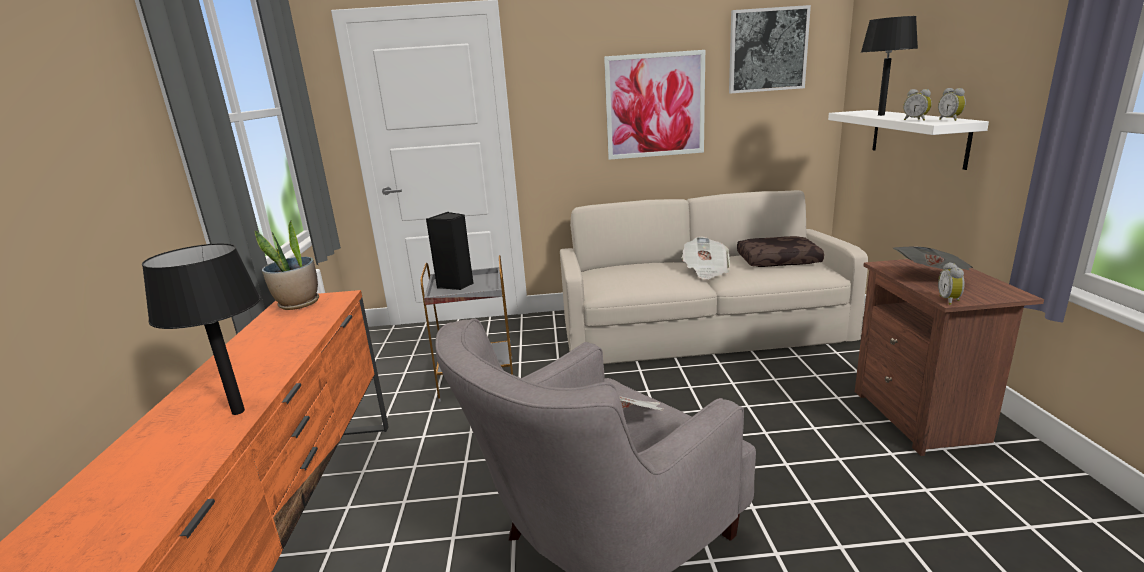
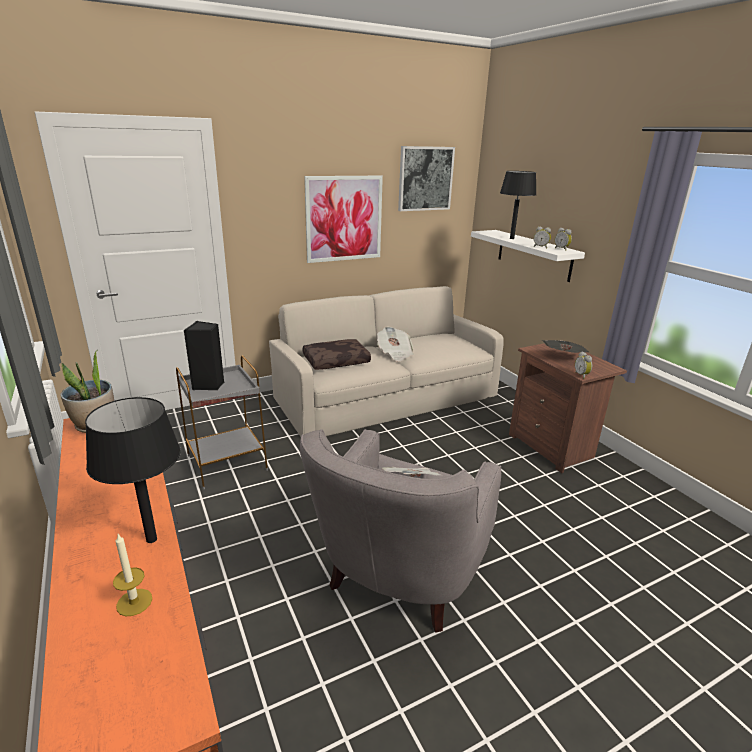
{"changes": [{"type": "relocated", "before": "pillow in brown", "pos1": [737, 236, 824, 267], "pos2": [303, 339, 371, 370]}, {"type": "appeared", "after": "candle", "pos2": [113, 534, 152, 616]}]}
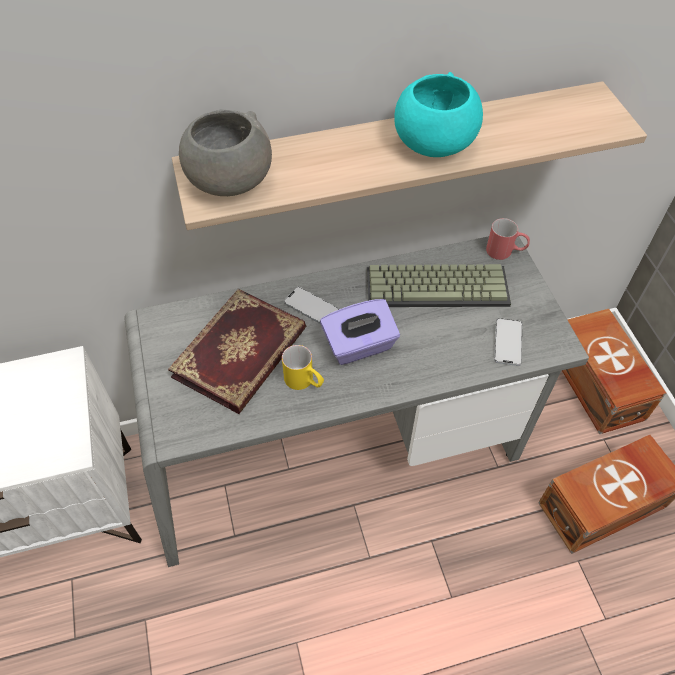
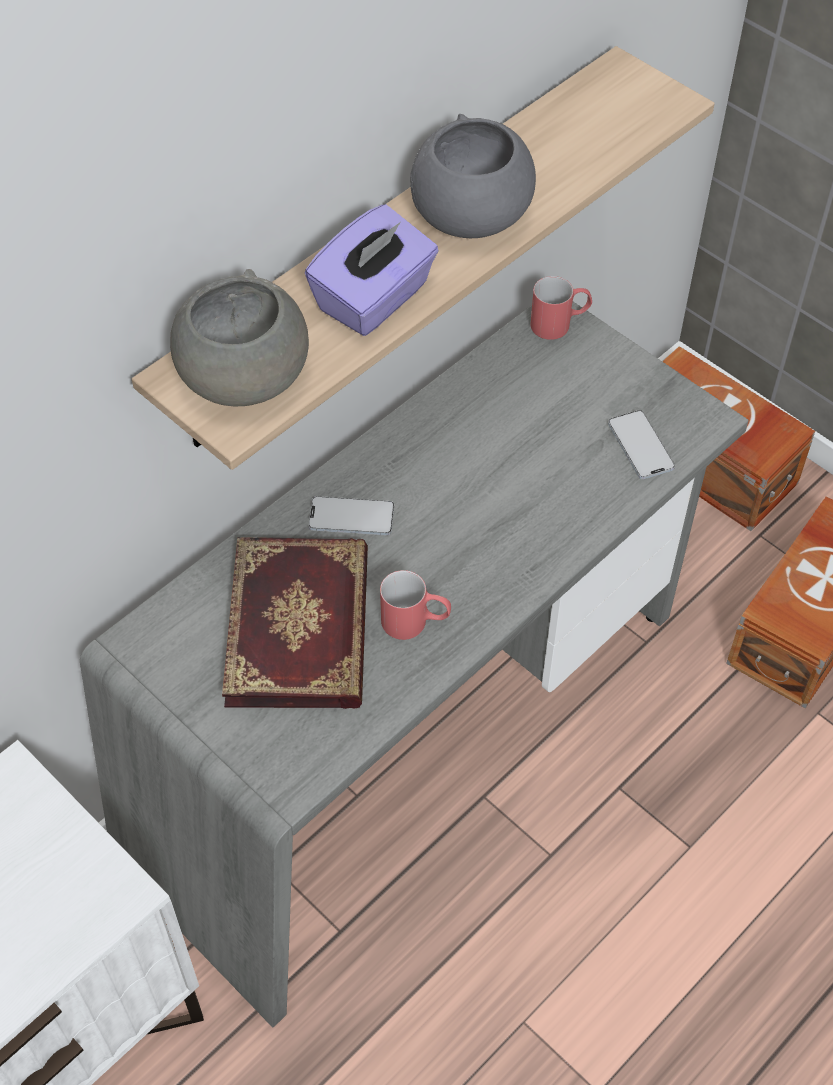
{"changes": [{"type": "colour", "before": "bowl in turquoise", "after": "bowl in grey", "pos1": [394, 72, 483, 157], "pos2": [410, 114, 536, 238]}, {"type": "missing", "before": "keyboard", "pos1": [367, 264, 511, 307]}, {"type": "relocated", "before": "tissue box in purple", "pos1": [320, 299, 400, 365], "pos2": [305, 204, 439, 336]}, {"type": "colour", "before": "mug in yellow", "after": "mug in red", "pos1": [282, 345, 324, 390], "pos2": [380, 570, 451, 640]}]}
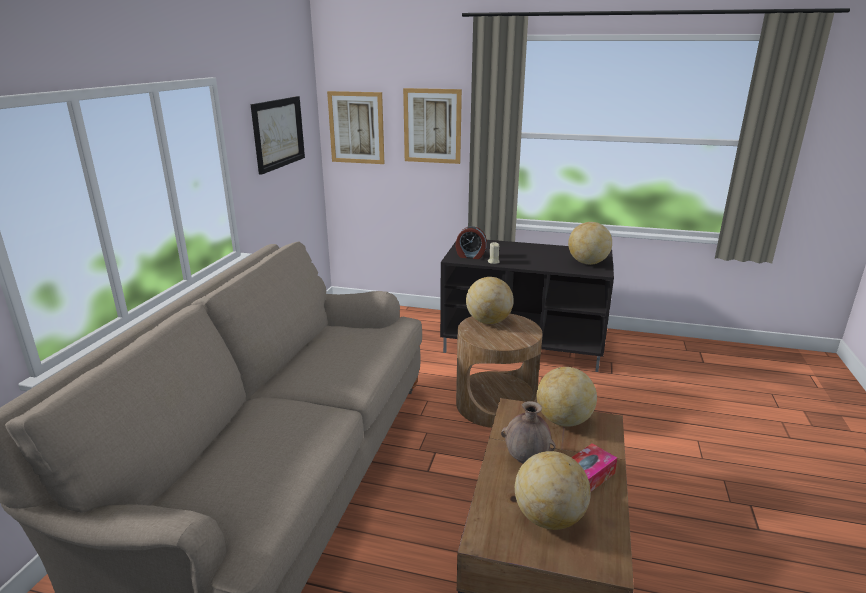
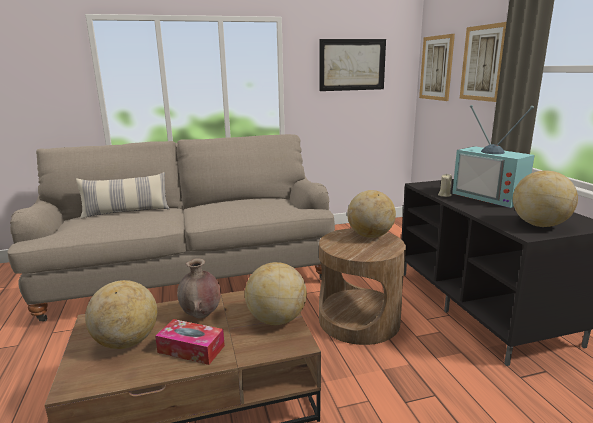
{"changes": [{"type": "missing", "before": "alarm clock", "pos1": [456, 226, 487, 259]}, {"type": "appeared", "after": "television", "pos2": [452, 105, 535, 208]}, {"type": "appeared", "after": "pillow", "pos2": [76, 172, 169, 219]}]}
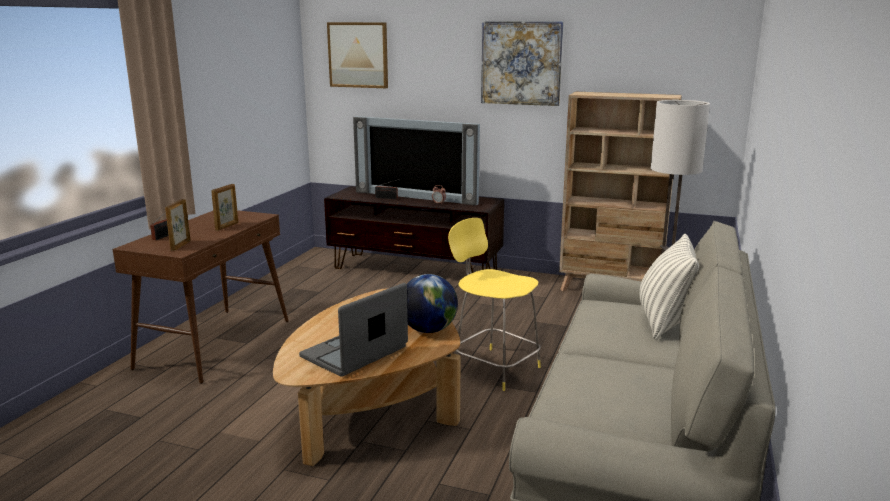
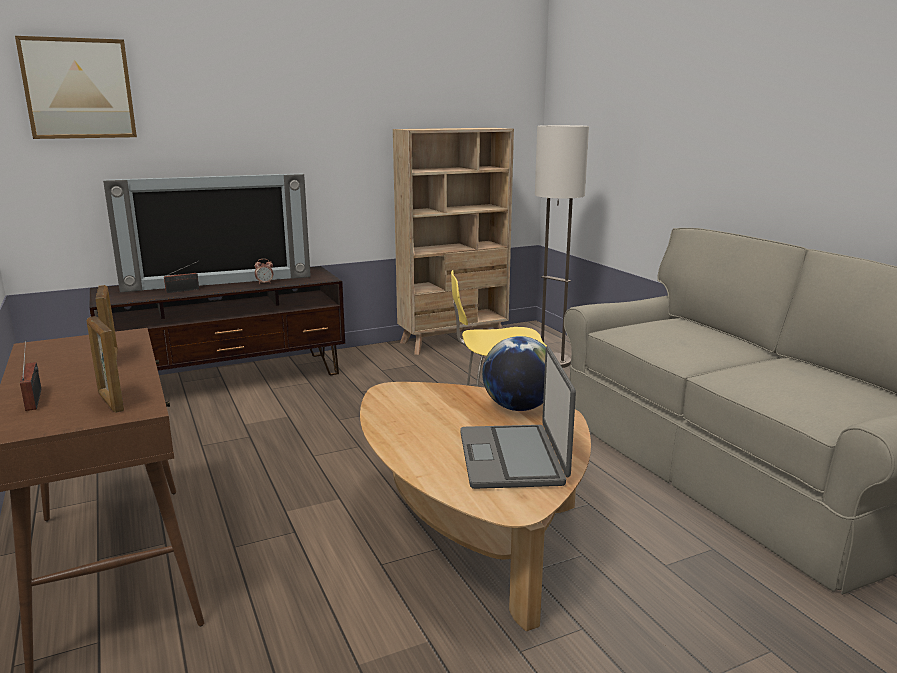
{"changes": [{"type": "missing", "before": "picture", "pos1": [481, 21, 564, 106]}, {"type": "missing", "before": "pillow", "pos1": [639, 234, 699, 340]}]}
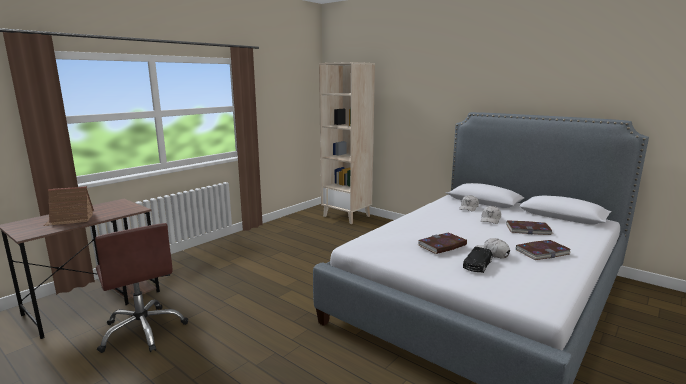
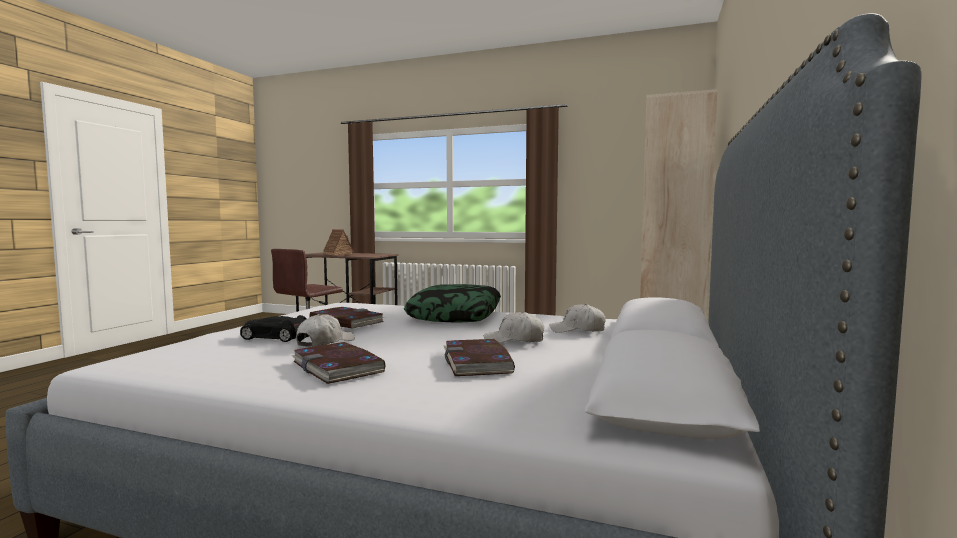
{"changes": [{"type": "appeared", "after": "pillow", "pos2": [404, 284, 501, 323]}]}
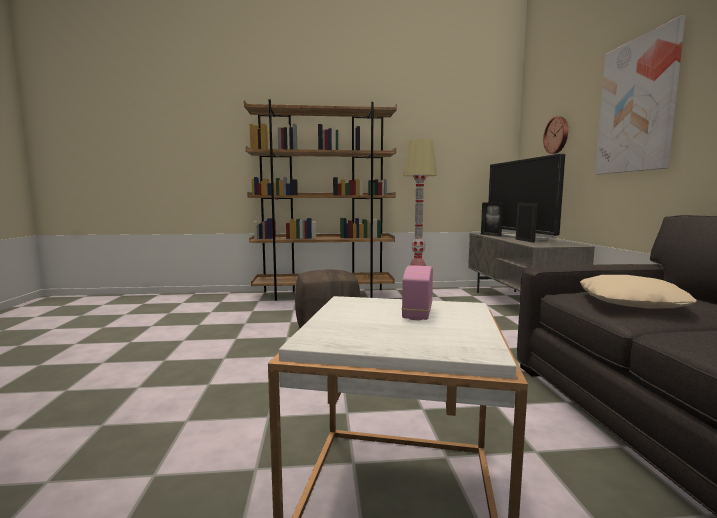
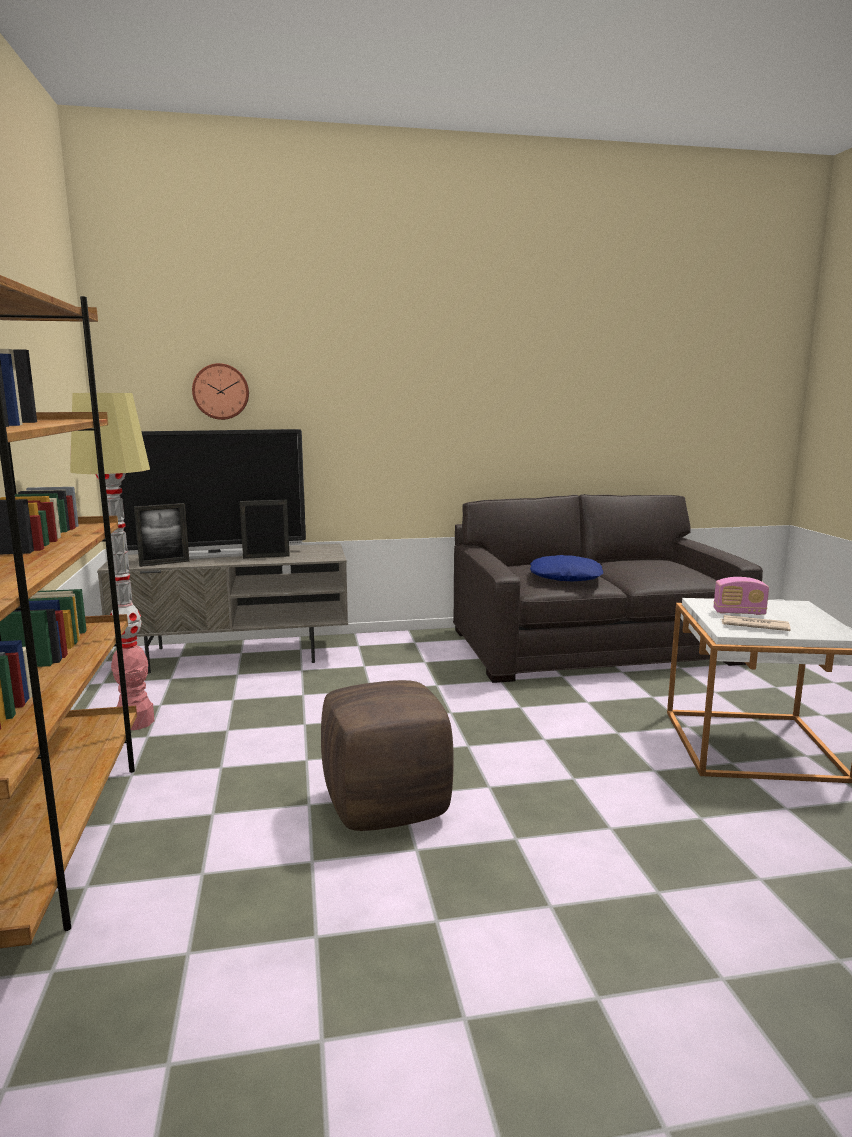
{"changes": [{"type": "missing", "before": "picture", "pos1": [595, 16, 685, 175]}, {"type": "colour", "before": "pillow in beige", "after": "pillow in blue", "pos1": [580, 275, 696, 309], "pos2": [530, 555, 603, 582]}, {"type": "appeared", "after": "newspaper", "pos2": [721, 615, 791, 631]}]}
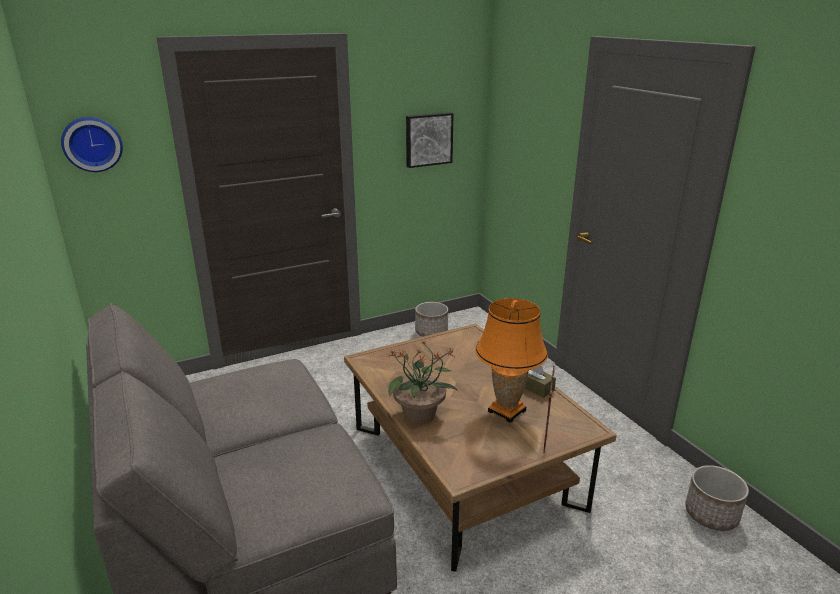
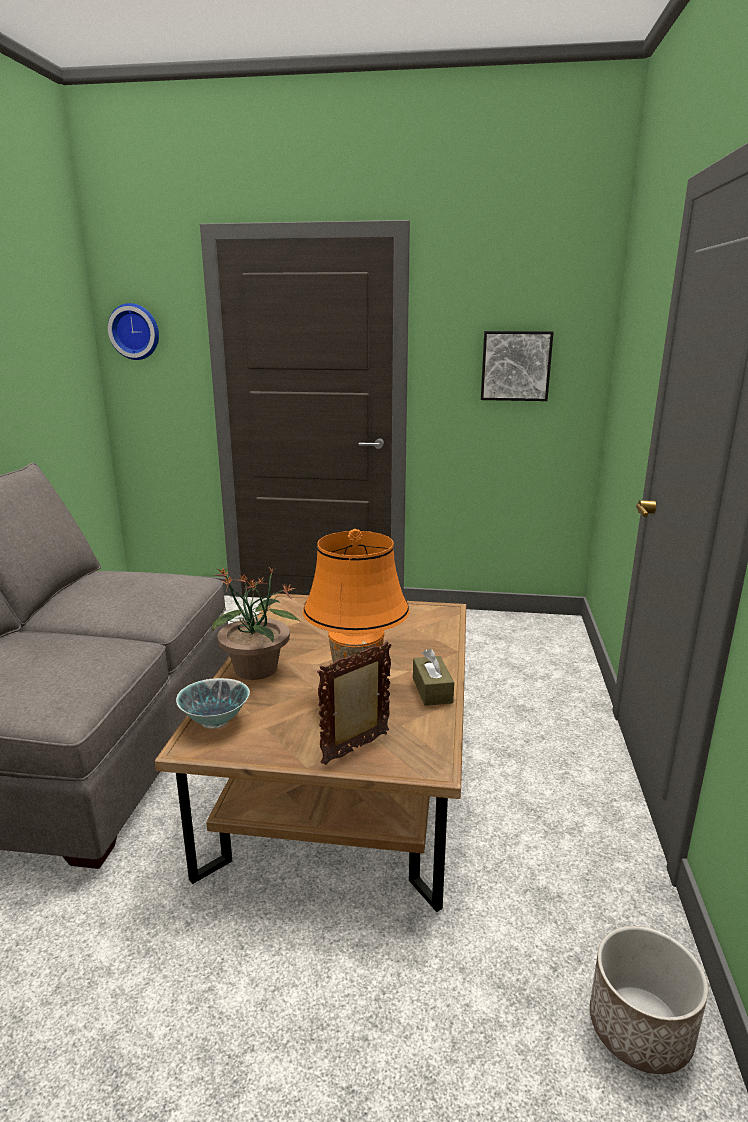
{"changes": [{"type": "missing", "before": "planter", "pos1": [415, 302, 448, 337]}, {"type": "appeared", "after": "bowl", "pos2": [176, 678, 250, 729]}]}
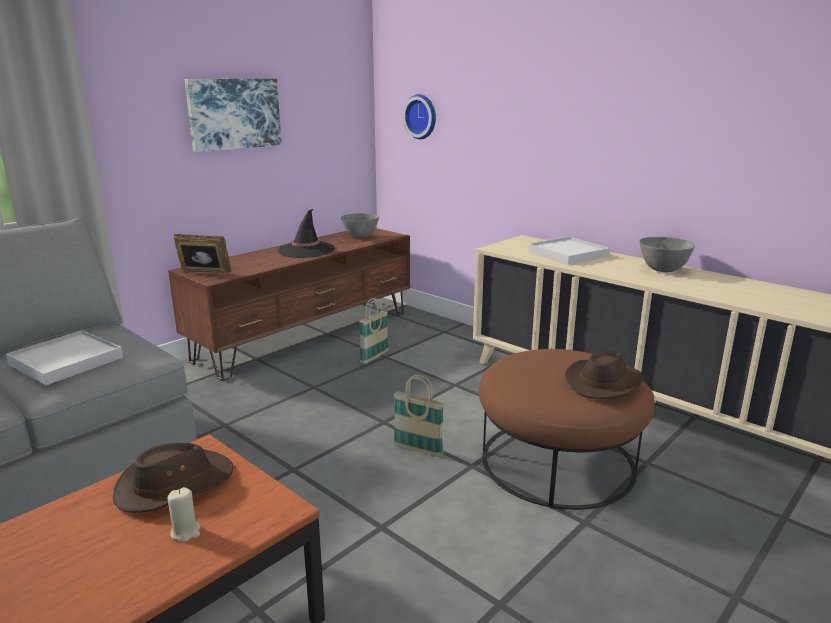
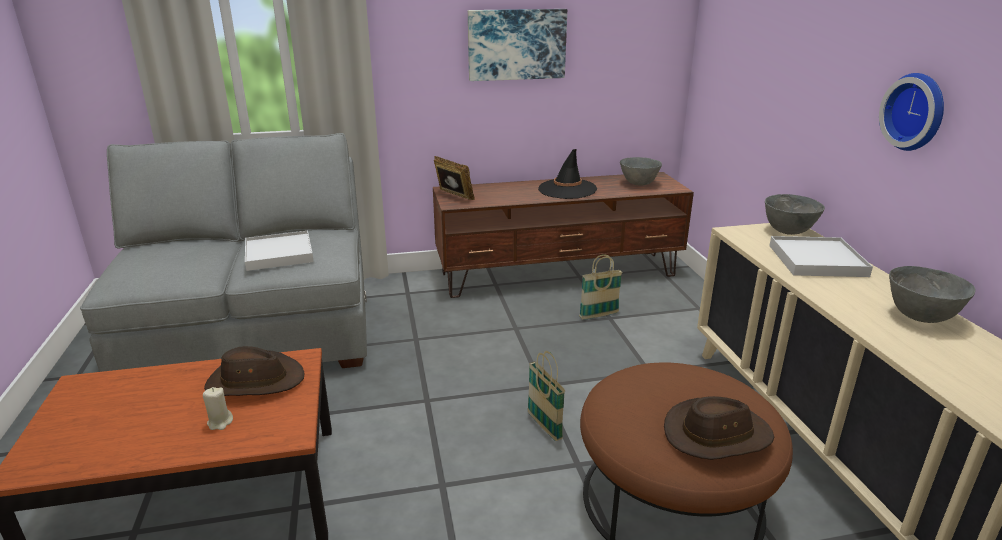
{"changes": [{"type": "relocated", "before": "wall clock", "pos1": [403, 94, 436, 139], "pos2": [879, 73, 944, 151]}, {"type": "appeared", "after": "bowl in grey", "pos2": [765, 194, 825, 235]}]}
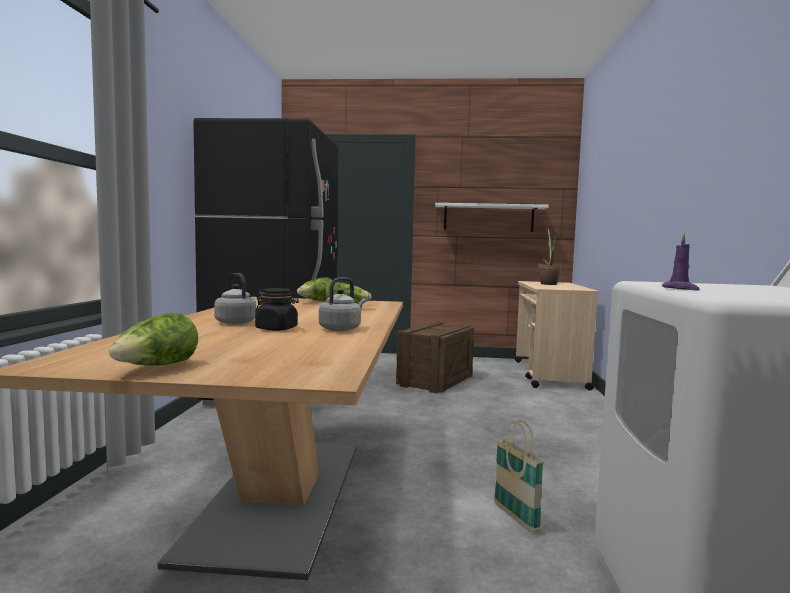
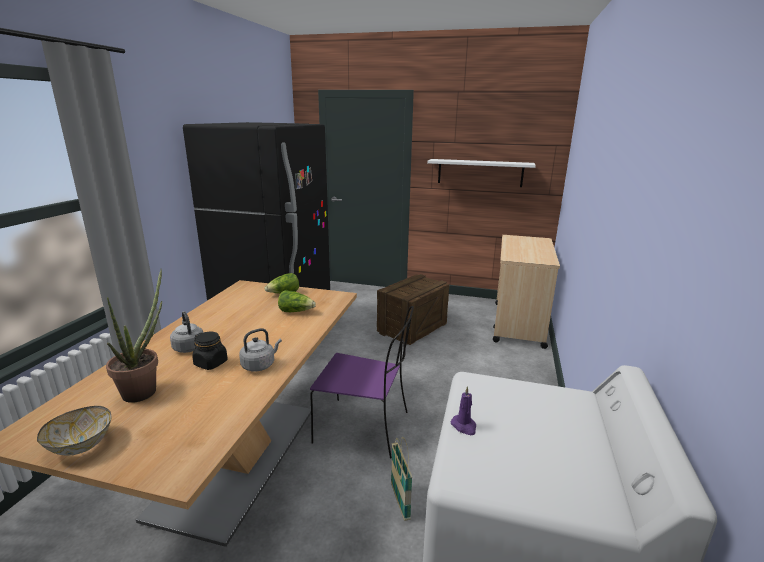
{"changes": [{"type": "relocated", "before": "potted plant", "pos1": [538, 227, 562, 285], "pos2": [106, 269, 162, 403]}, {"type": "exchanged", "before": "lettuce", "after": "bowl", "pos1": [109, 313, 198, 366], "pos2": [37, 406, 112, 456]}, {"type": "appeared", "after": "chair in purple", "pos2": [310, 306, 414, 459]}]}
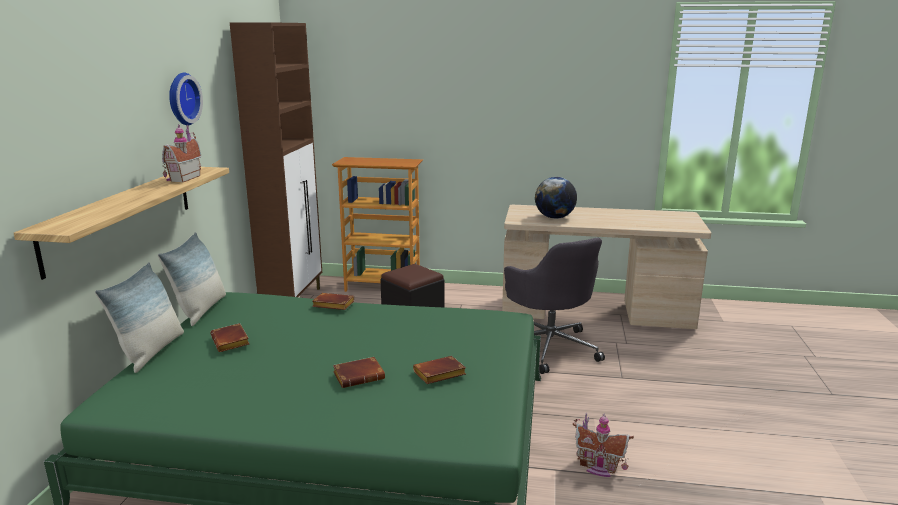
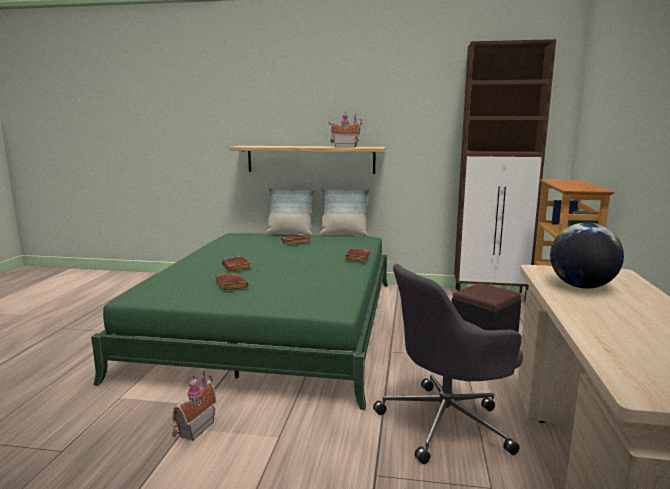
{"changes": [{"type": "missing", "before": "wall clock", "pos1": [169, 72, 203, 125]}]}
